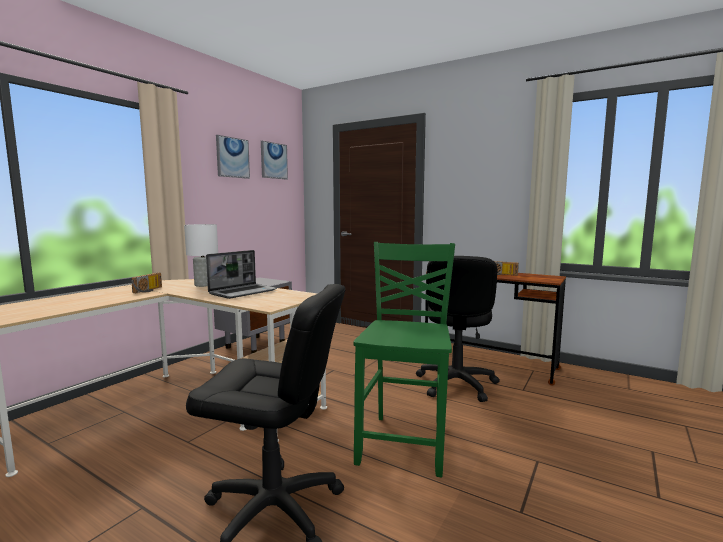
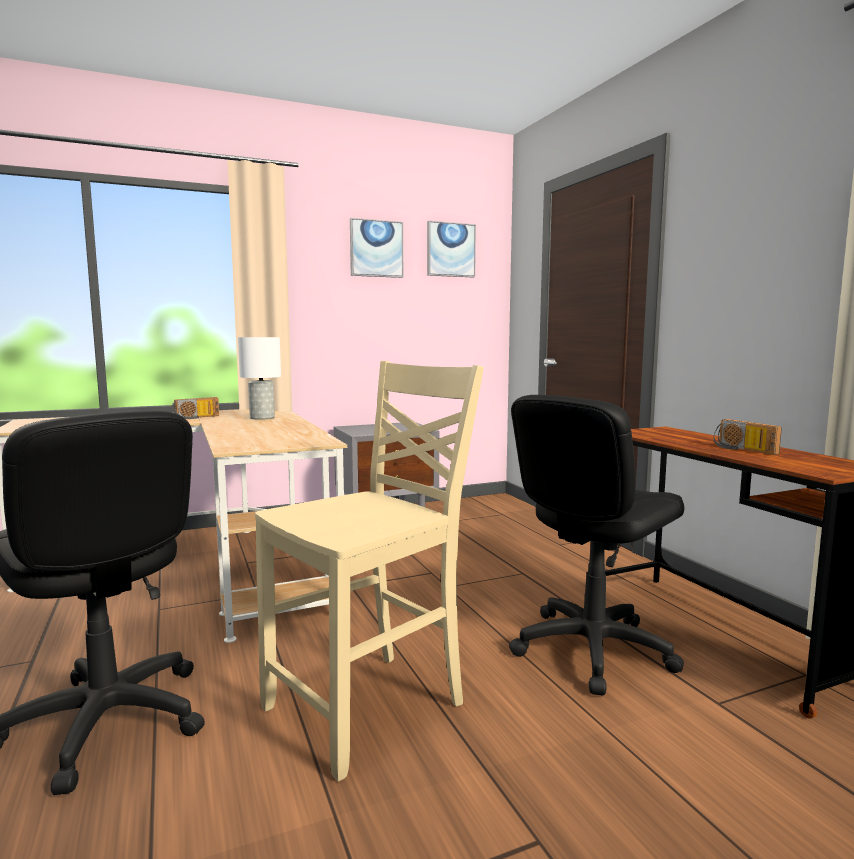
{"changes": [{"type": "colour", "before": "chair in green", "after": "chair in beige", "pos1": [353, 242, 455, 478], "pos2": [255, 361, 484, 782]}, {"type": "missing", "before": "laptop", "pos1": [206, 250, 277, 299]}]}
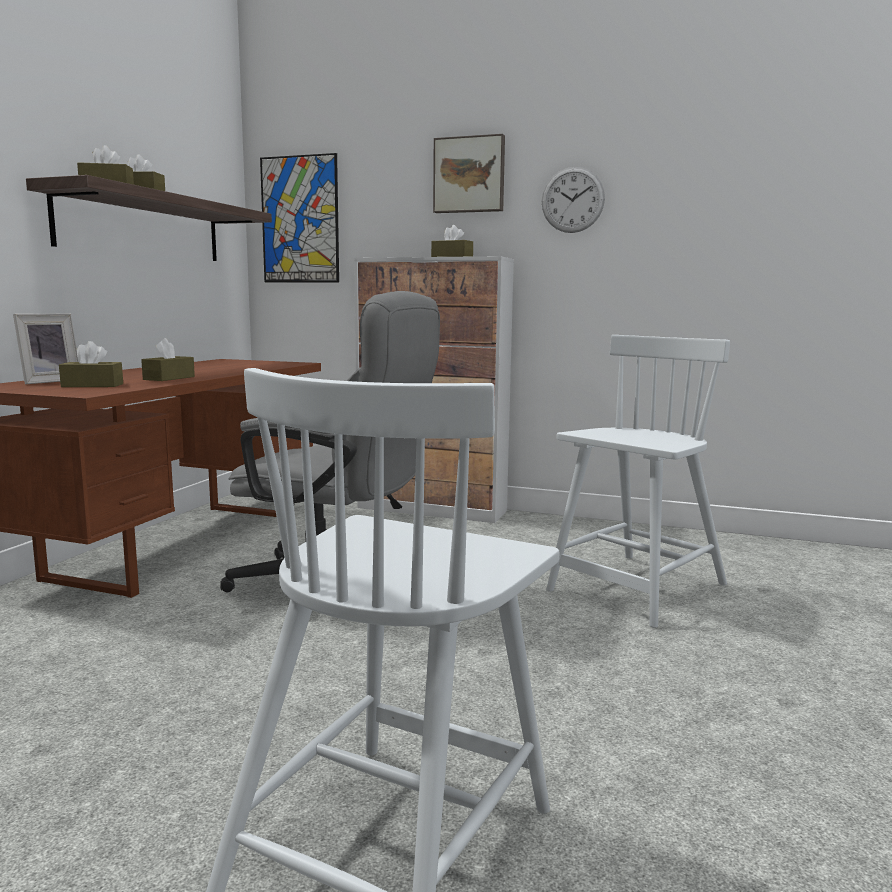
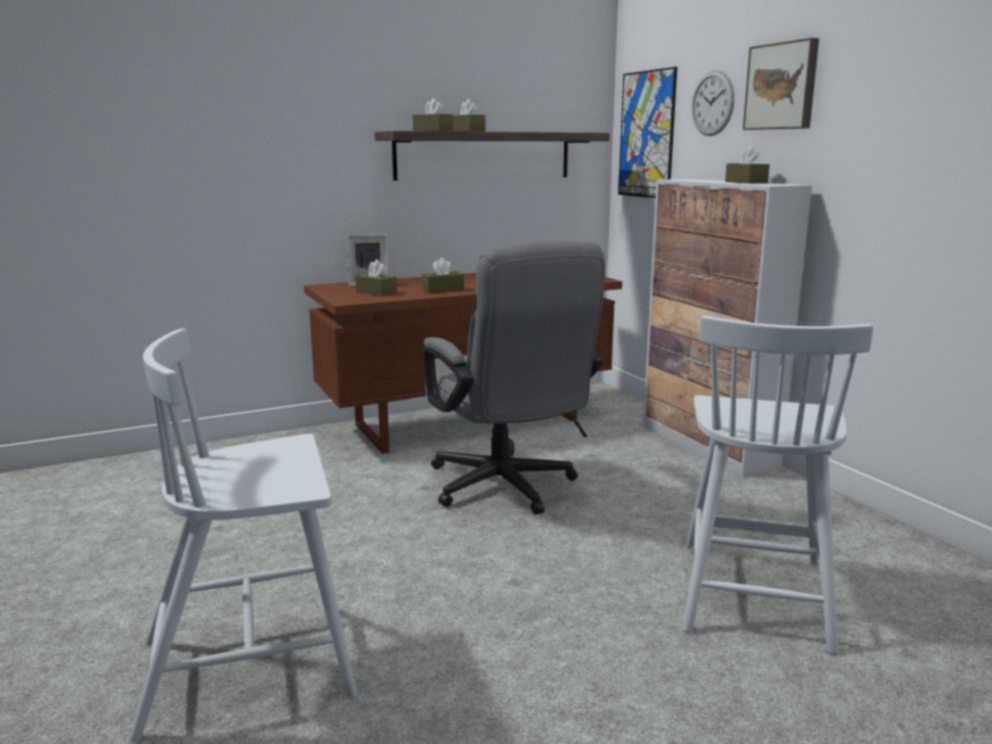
{"changes": [{"type": "relocated", "before": "wall clock", "pos1": [542, 167, 605, 233], "pos2": [692, 71, 734, 136]}, {"type": "spun", "before": "chair in white", "pos1": [546, 335, 730, 628], "pos2": [682, 315, 873, 654], "turn": 105}]}
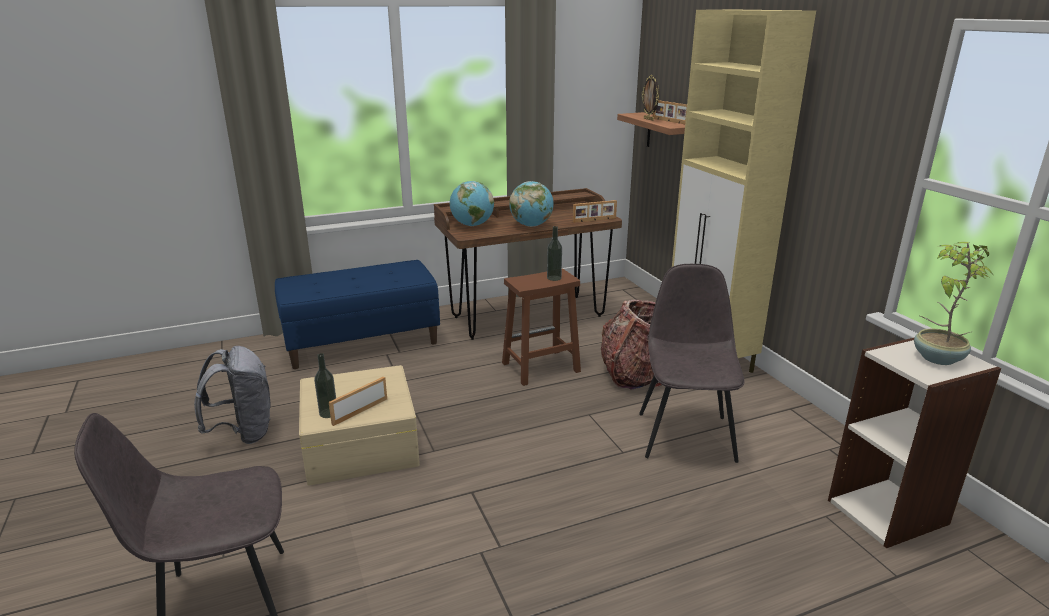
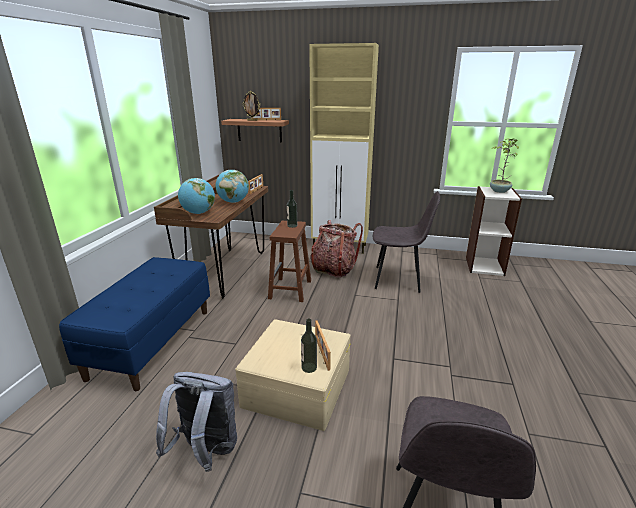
{"changes": [{"type": "spun", "before": "chair in grey", "pos1": [639, 264, 745, 463], "pos2": [373, 191, 440, 293], "turn": 150}]}
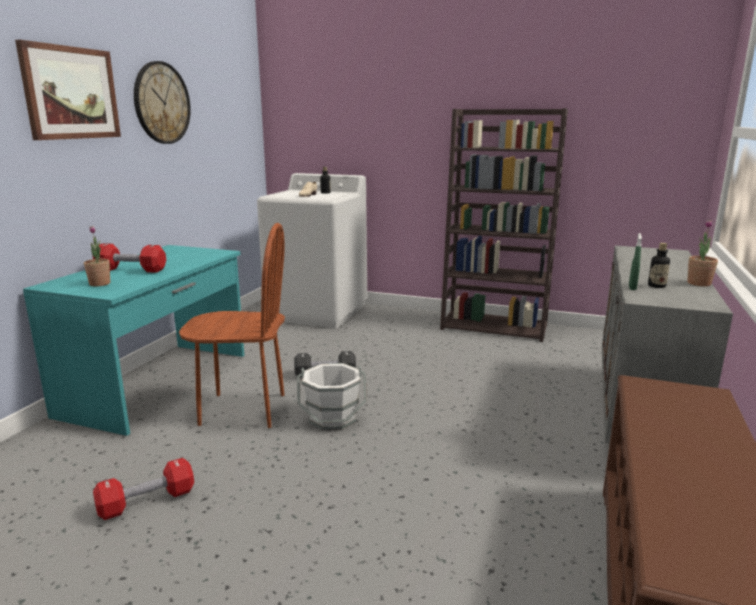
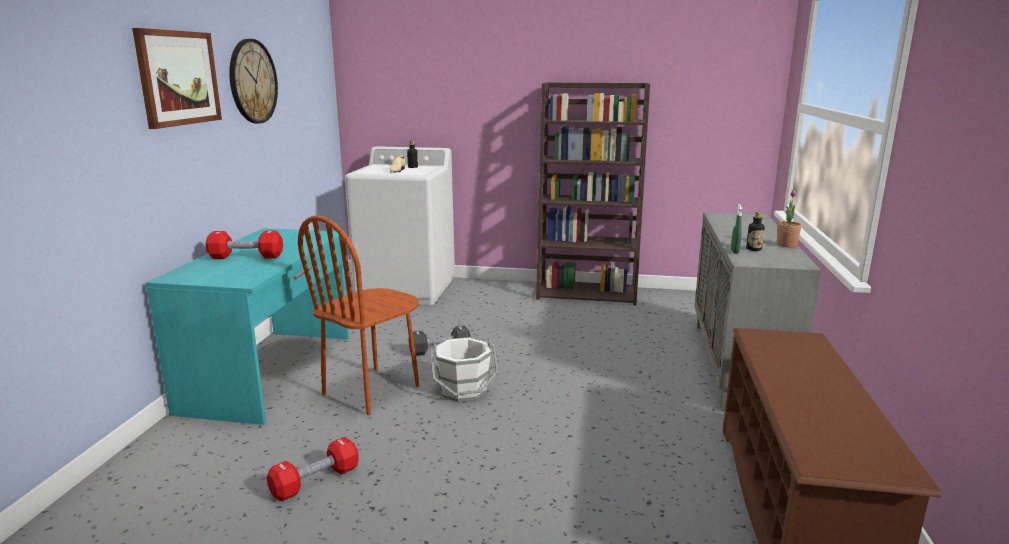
{"changes": [{"type": "spun", "before": "chair in brown", "pos1": [179, 223, 285, 428], "pos2": [298, 215, 419, 415], "turn": 135}, {"type": "missing", "before": "potted plant", "pos1": [84, 226, 110, 287]}]}
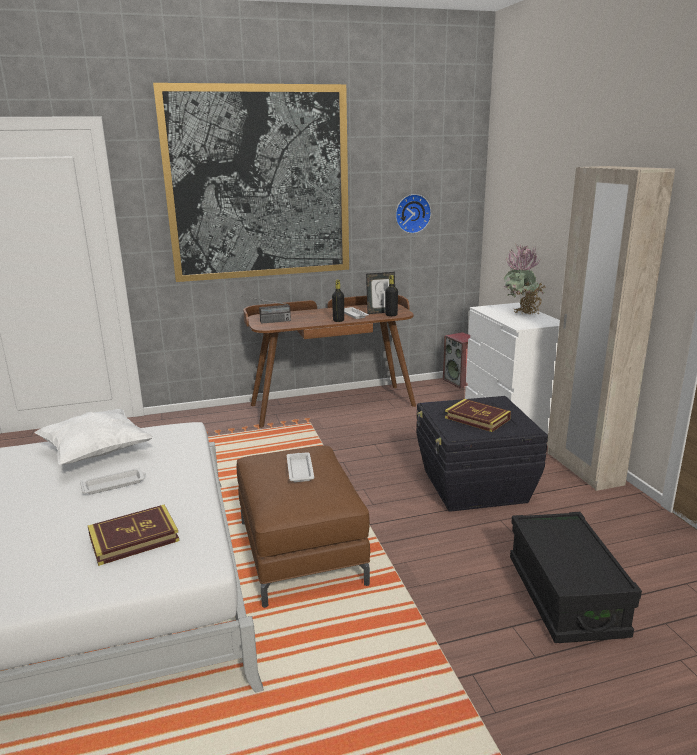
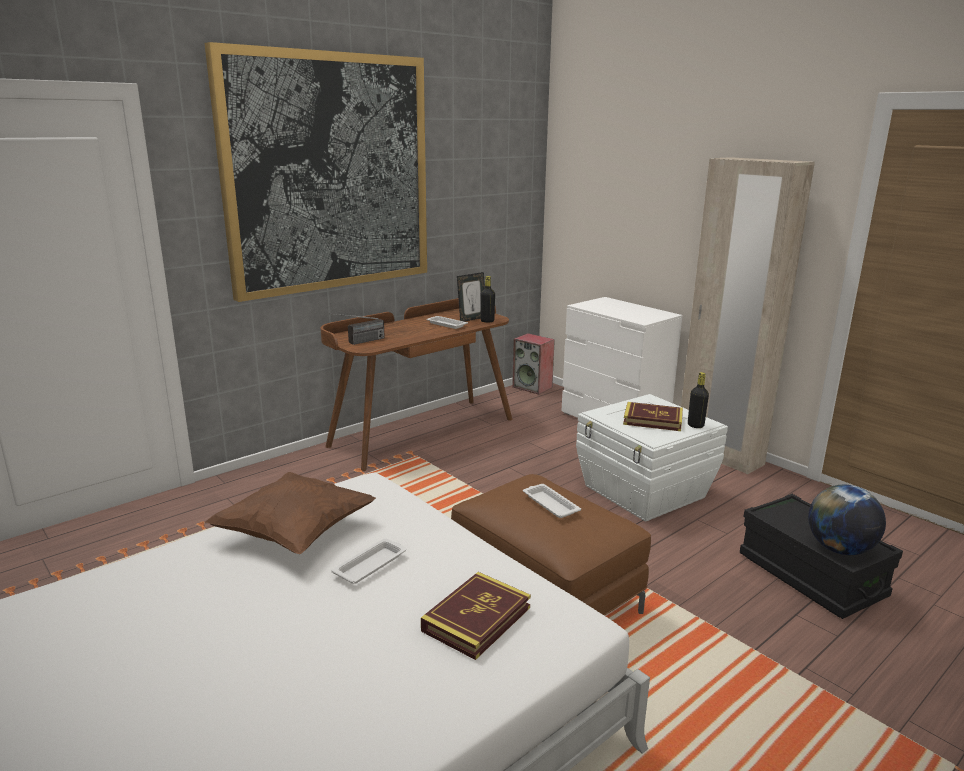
{"changes": [{"type": "missing", "before": "wall clock", "pos1": [395, 194, 431, 234]}, {"type": "missing", "before": "potted plant", "pos1": [503, 245, 546, 315]}, {"type": "relocated", "before": "bottle in black", "pos1": [332, 280, 344, 322], "pos2": [688, 372, 709, 428]}, {"type": "colour", "before": "storage box in black", "after": "storage box in white", "pos1": [416, 396, 548, 512], "pos2": [576, 394, 728, 522]}, {"type": "colour", "before": "pillow in white", "after": "pillow in brown", "pos1": [34, 409, 154, 464], "pos2": [205, 472, 376, 554]}, {"type": "appeared", "after": "globe", "pos2": [808, 484, 886, 555]}]}
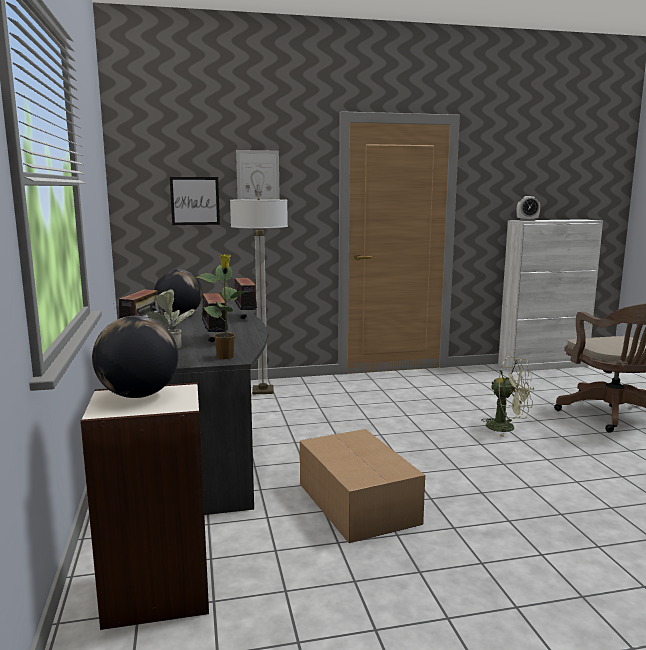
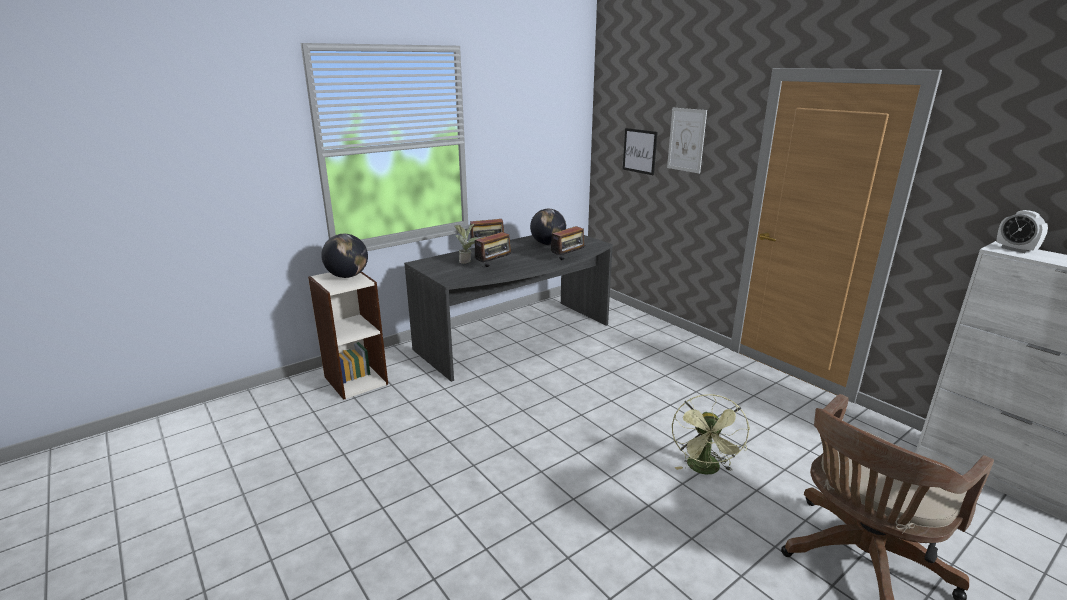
{"changes": [{"type": "missing", "before": "floor lamp", "pos1": [230, 199, 288, 394]}, {"type": "missing", "before": "potted plant", "pos1": [196, 254, 247, 359]}, {"type": "missing", "before": "cardboard box", "pos1": [300, 429, 425, 543]}]}
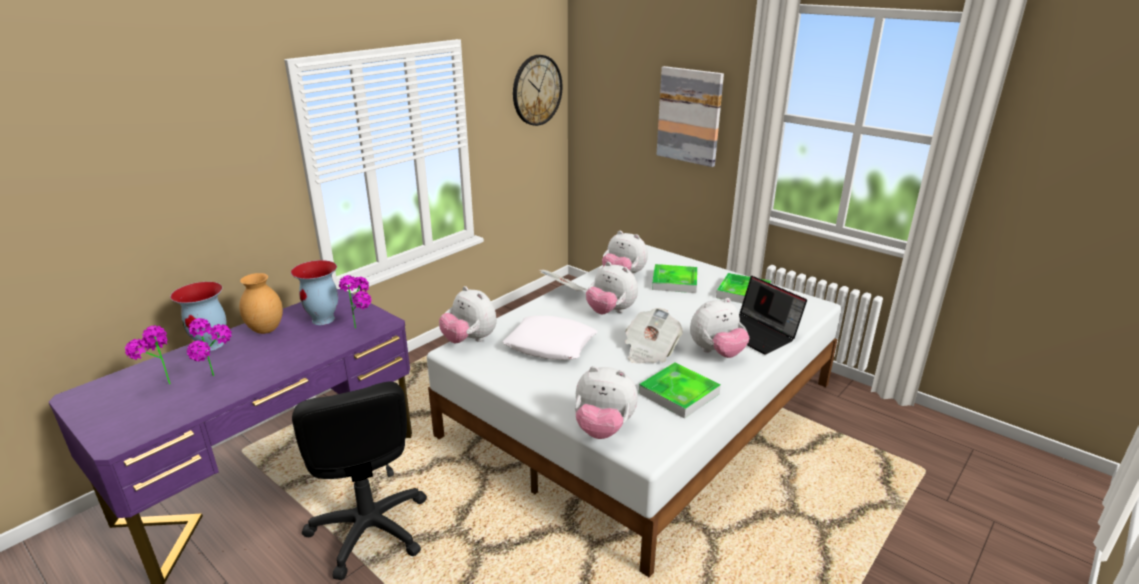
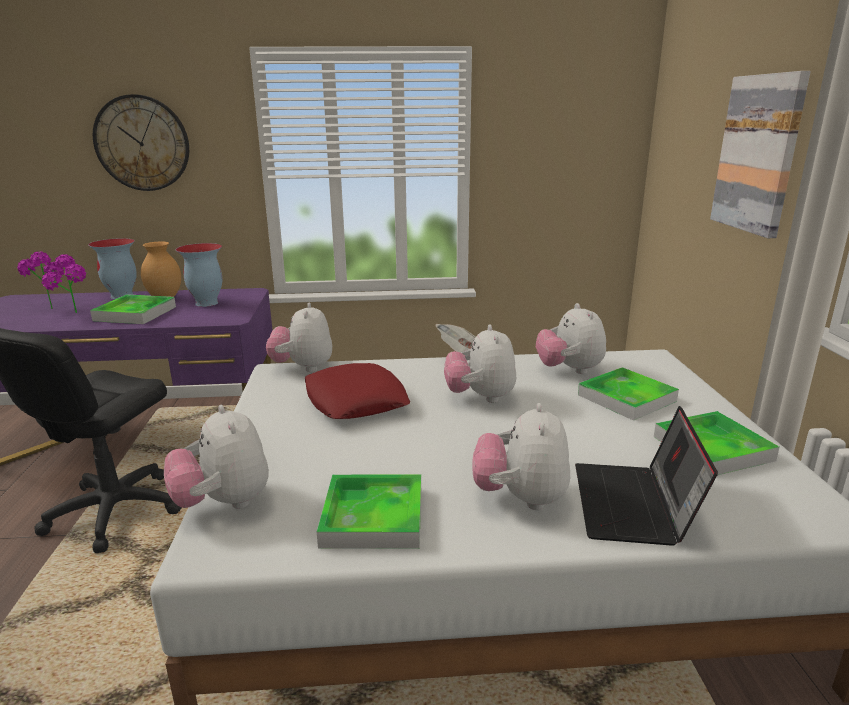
{"changes": [{"type": "relocated", "before": "wall clock", "pos1": [513, 55, 562, 126], "pos2": [93, 94, 189, 191]}, {"type": "missing", "before": "potted plant", "pos1": [339, 275, 371, 329]}, {"type": "spun", "before": "plush toy", "pos1": [690, 298, 749, 358], "pos2": [472, 403, 570, 510], "turn": 75}, {"type": "missing", "before": "newspaper", "pos1": [625, 308, 683, 364]}, {"type": "colour", "before": "pillow in white", "after": "pillow in red", "pos1": [502, 315, 597, 360], "pos2": [305, 363, 411, 419]}, {"type": "appeared", "after": "tray", "pos2": [90, 294, 176, 324]}]}
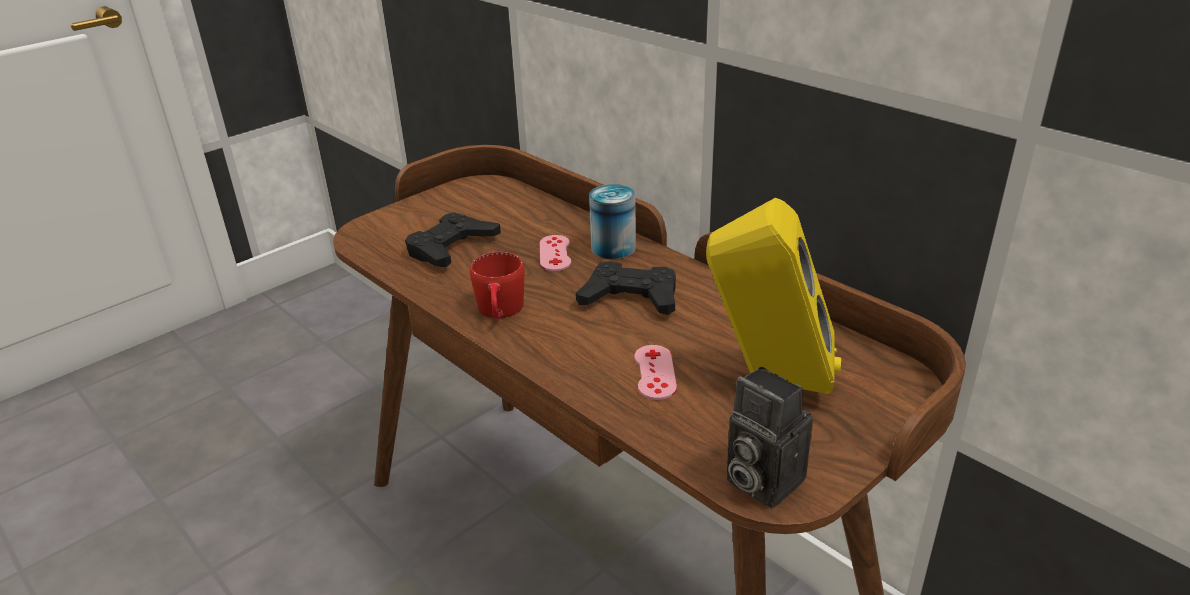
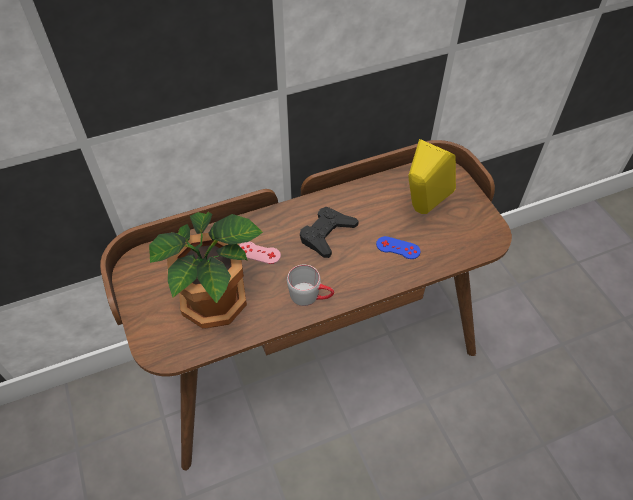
{"changes": [{"type": "missing", "before": "can", "pos1": [589, 184, 636, 260]}, {"type": "exchanged", "before": "game controller in black", "after": "potted plant", "pos1": [405, 212, 501, 267], "pos2": [149, 212, 263, 329]}, {"type": "colour", "before": "mug in red", "after": "mug in grey", "pos1": [470, 252, 525, 320], "pos2": [287, 265, 334, 306]}, {"type": "colour", "before": "game controller in pink", "after": "game controller in blue", "pos1": [634, 345, 677, 400], "pos2": [376, 236, 421, 259]}, {"type": "missing", "before": "photo camera", "pos1": [726, 366, 813, 508]}]}
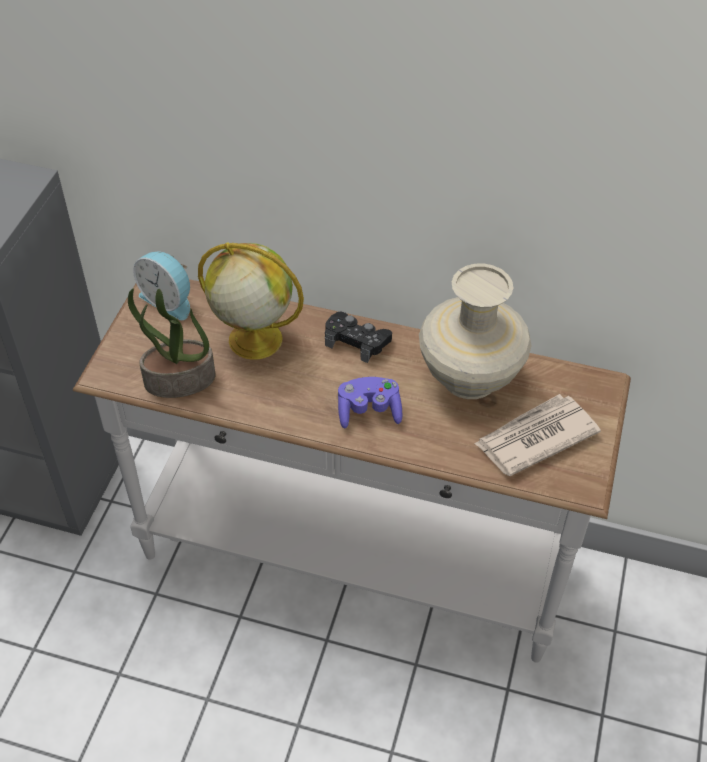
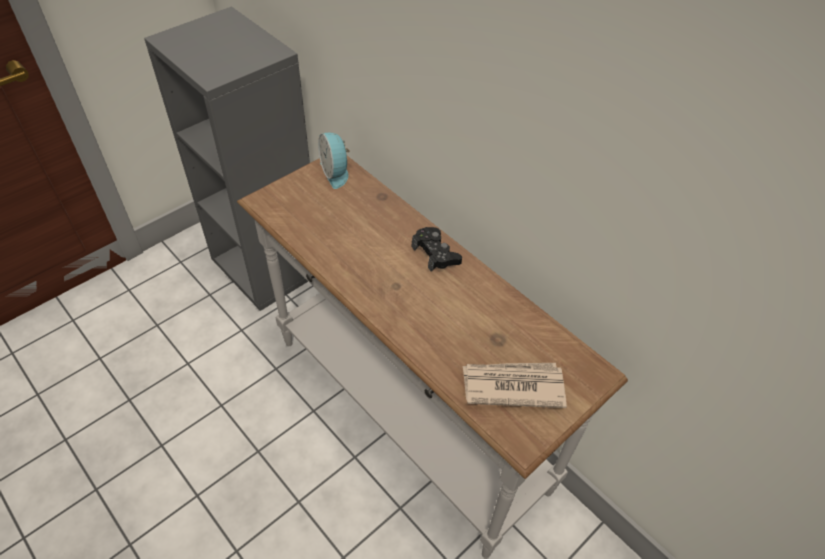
{"changes": [{"type": "missing", "before": "globe", "pos1": [198, 242, 304, 360]}, {"type": "missing", "before": "vase in beige", "pos1": [419, 264, 532, 399]}, {"type": "missing", "before": "potted plant", "pos1": [128, 289, 215, 398]}, {"type": "missing", "before": "game controller in purple", "pos1": [338, 377, 402, 428]}]}
